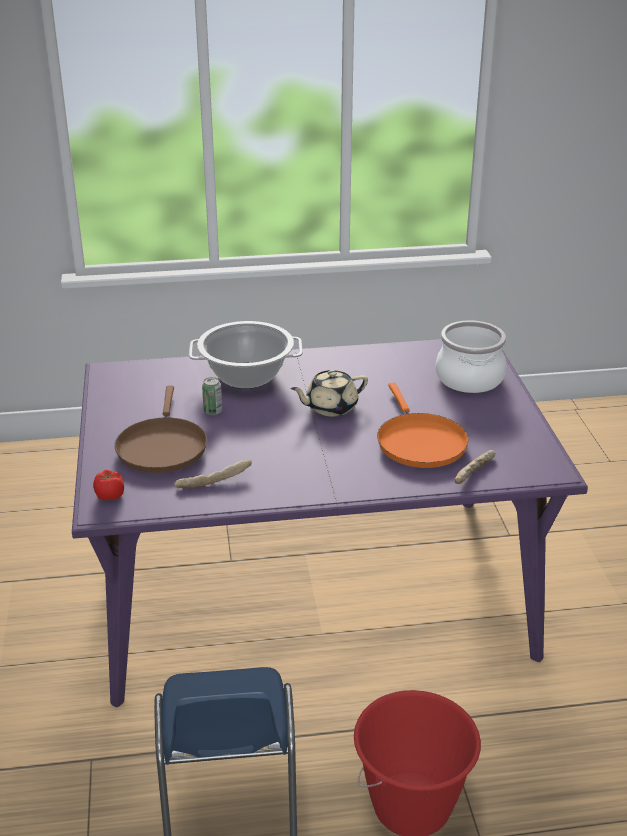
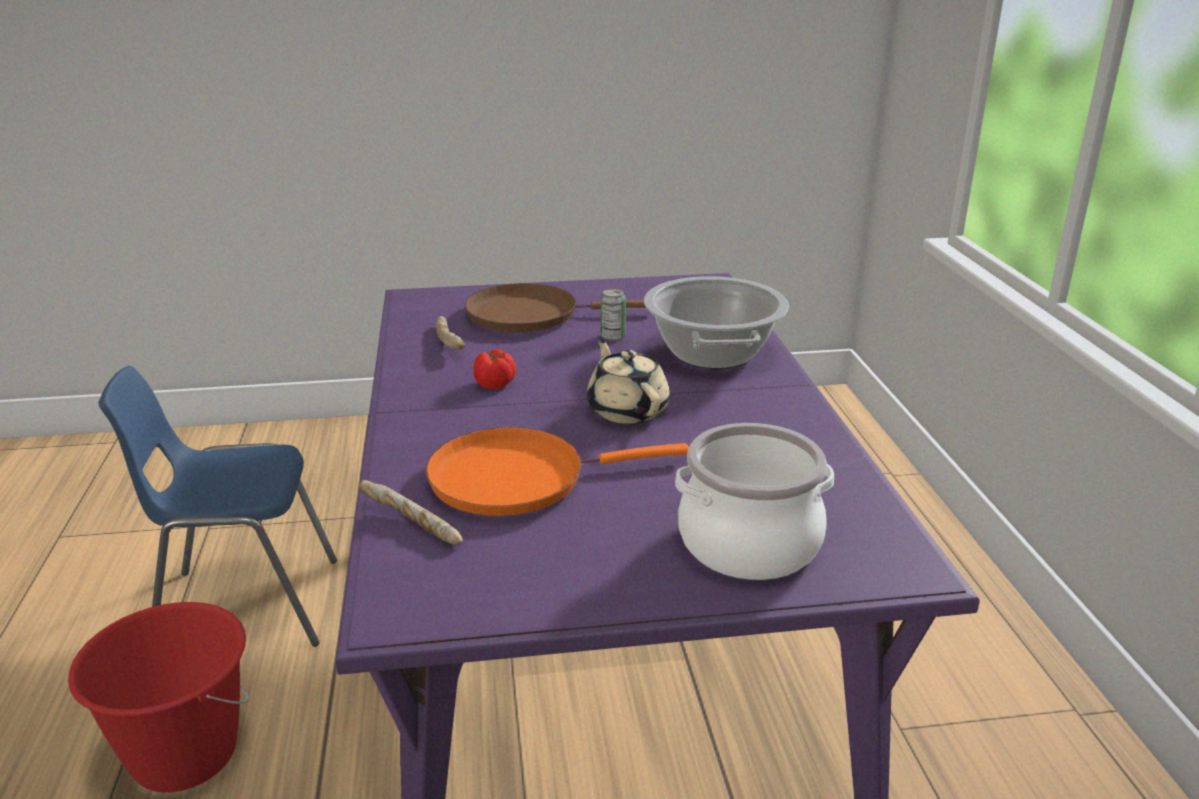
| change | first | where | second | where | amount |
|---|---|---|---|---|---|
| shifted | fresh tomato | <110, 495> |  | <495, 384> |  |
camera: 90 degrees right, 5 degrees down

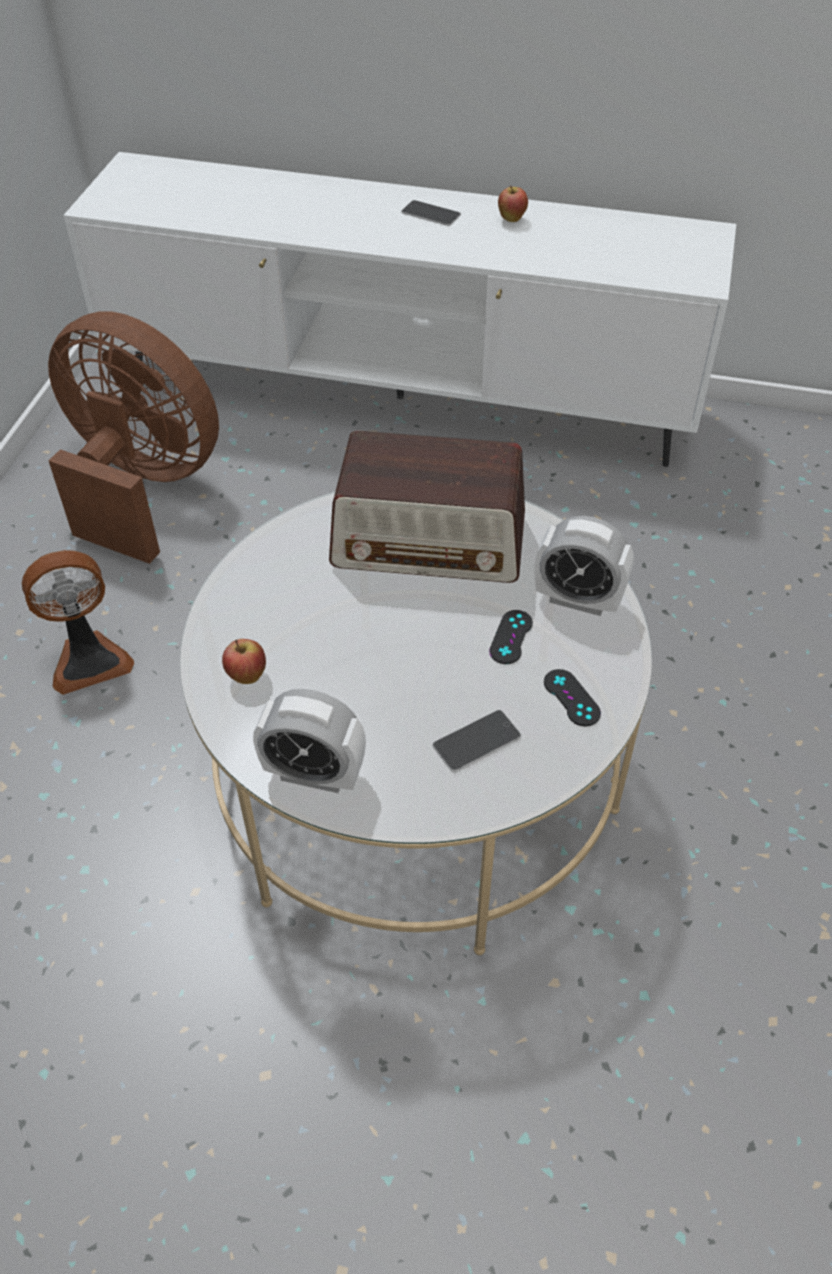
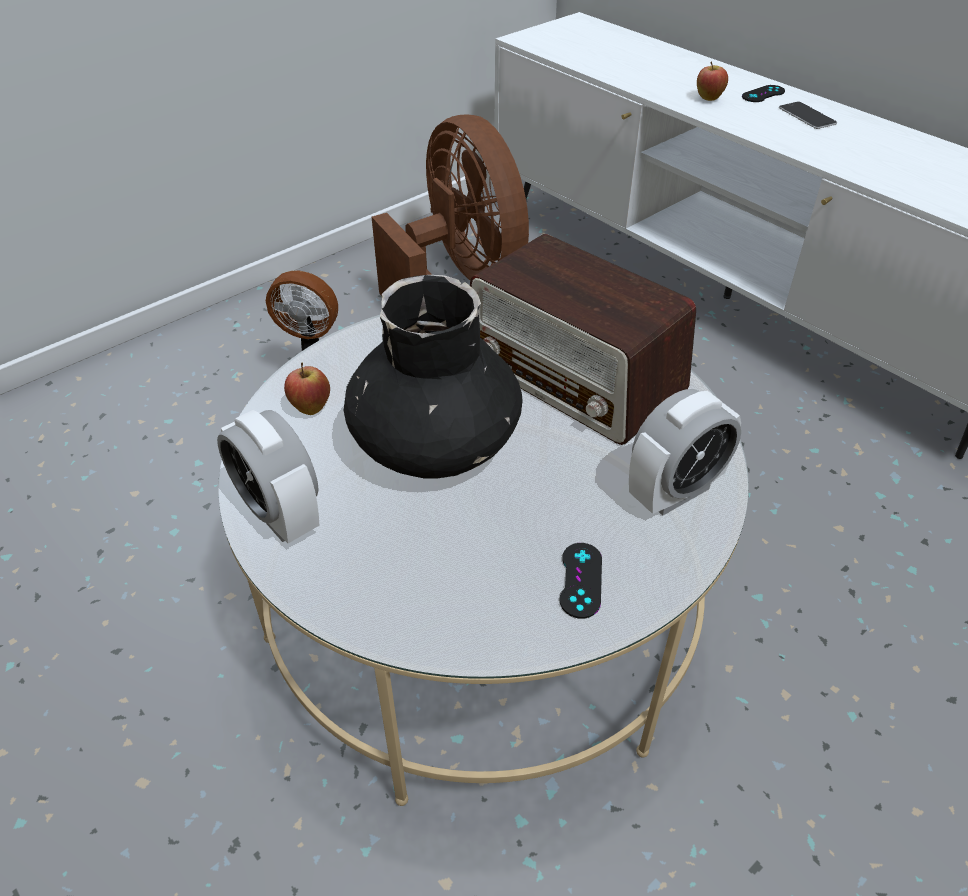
| change | first | where | second | where | amount |
|---|---|---|---|---|---|
| shifted | whole apple | <511, 220> |  | <708, 99> |  |
| rotated | alarm clock | <578, 599> |  | <675, 492> | 90 degrees counterclockwise |
| shifted | gamepad in blackish | <511, 637> |  | <763, 94> |  |
| gone | phone | <476, 741> |  |  |  |
| new |  |  | flower vase in blackish | <435, 444> |  |
camera: 35 degrees right, 5 degrees down

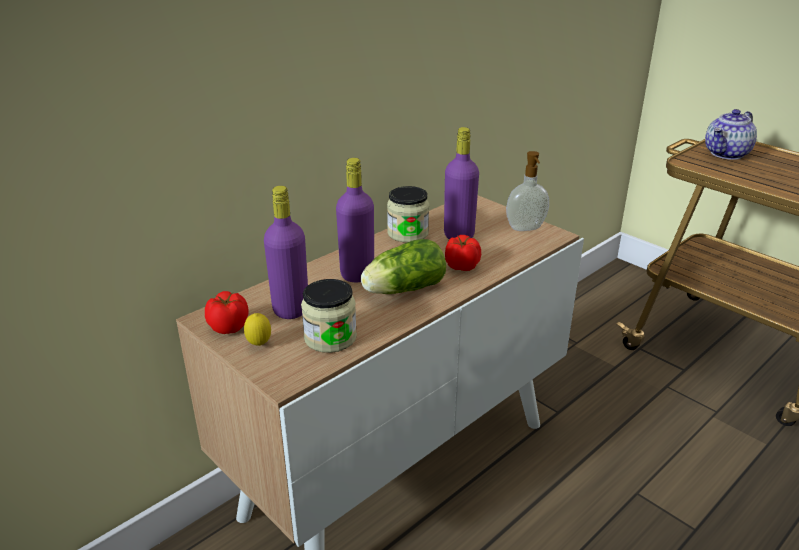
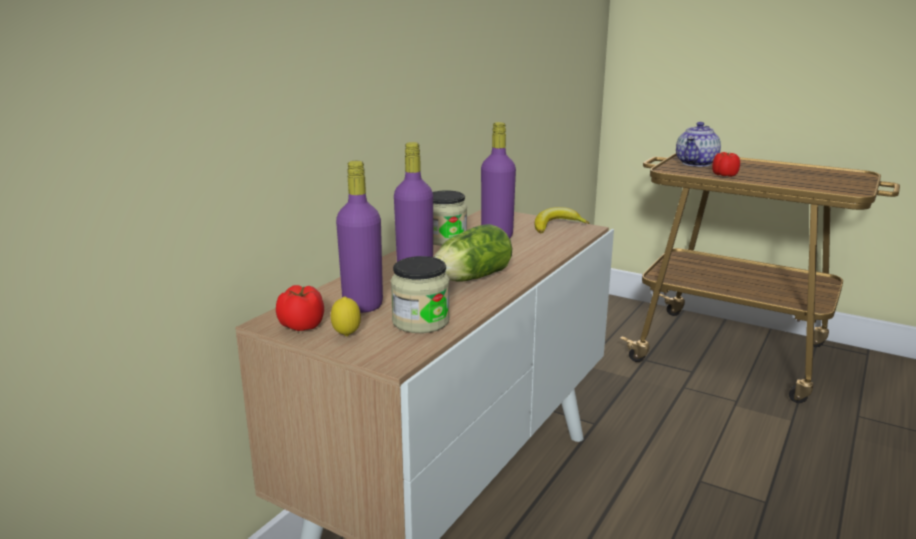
| change | first | where | second | where | amount |
|---|---|---|---|---|---|
| swapped | liquid soap bottle | <526, 228> | banana fruit | <557, 226> |  |
| shifted | fresh tomato | <461, 266> |  | <724, 175> |  |
camera: 15 degrees left, 10 degrees down

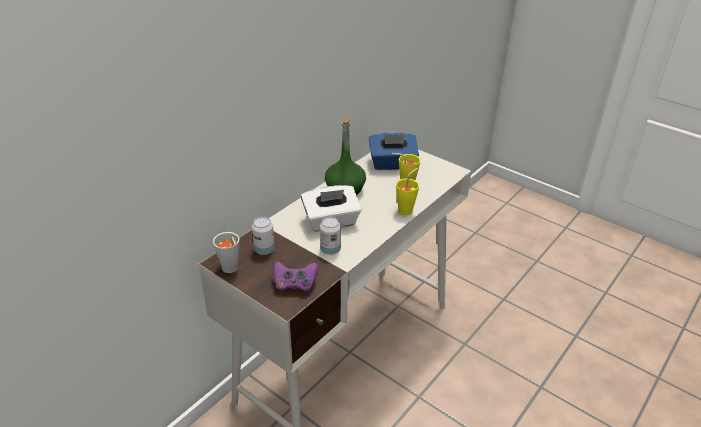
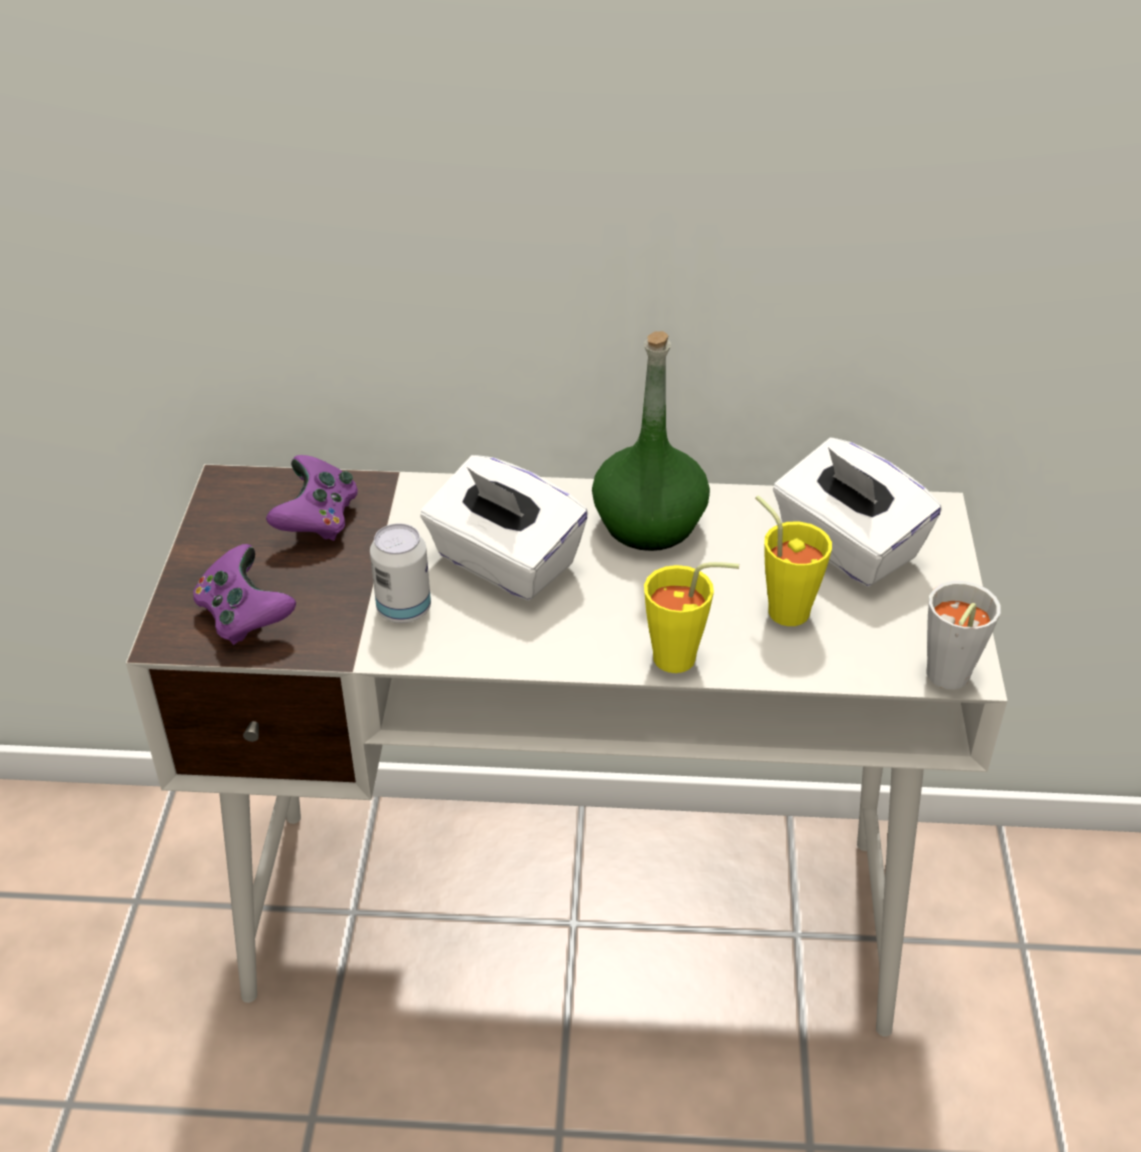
| change | first | where | second | where | amount |
|---|---|---|---|---|---|
| repainted | box of tissues in blue-coloured | <392, 164> | box of tissues in white-coloured | <846, 547> |  |
| swapped | can | <264, 250> | gamepad in purple-coloured | <317, 520> |  |
| shifted | small cup in greyish | <230, 270> |  | <944, 680> |  |
camera: 55 degrees right, 5 degrees up

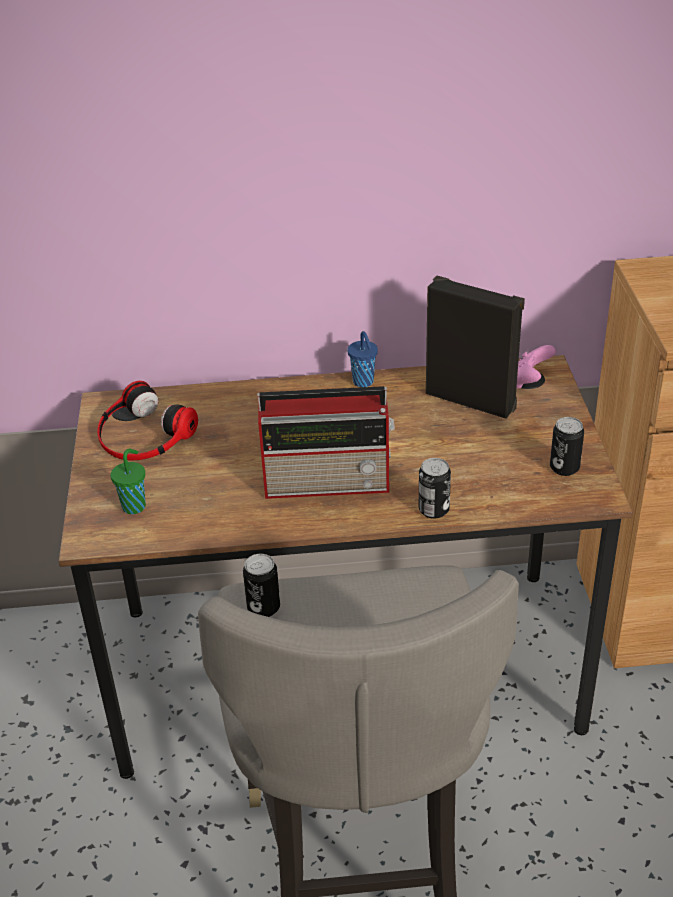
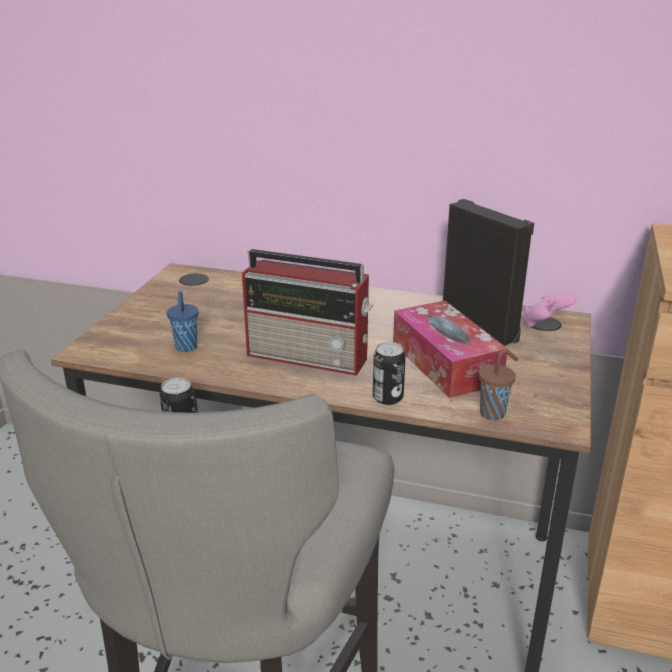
| change | first | where | second | where | amount |
|---|---|---|---|---|---|
| shifted | small cup in blue-coloured | <364, 382> |  | <186, 348> |  |
| gone | headset | <143, 434> |  |  |  |
| gone | can | <564, 468> |  |  |  |
| gone | small cup in green-coloured | <135, 506> |  |  |  |
| new |  |  | box of tissues | <445, 363> |  |
| new |  |  | small cup in brownish | <494, 413> |  |
camera: 20 degrees right, 10 degrees down

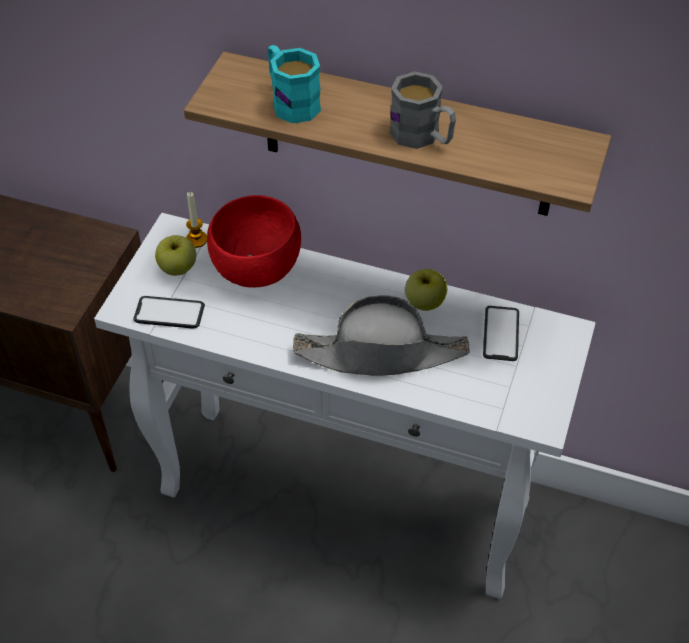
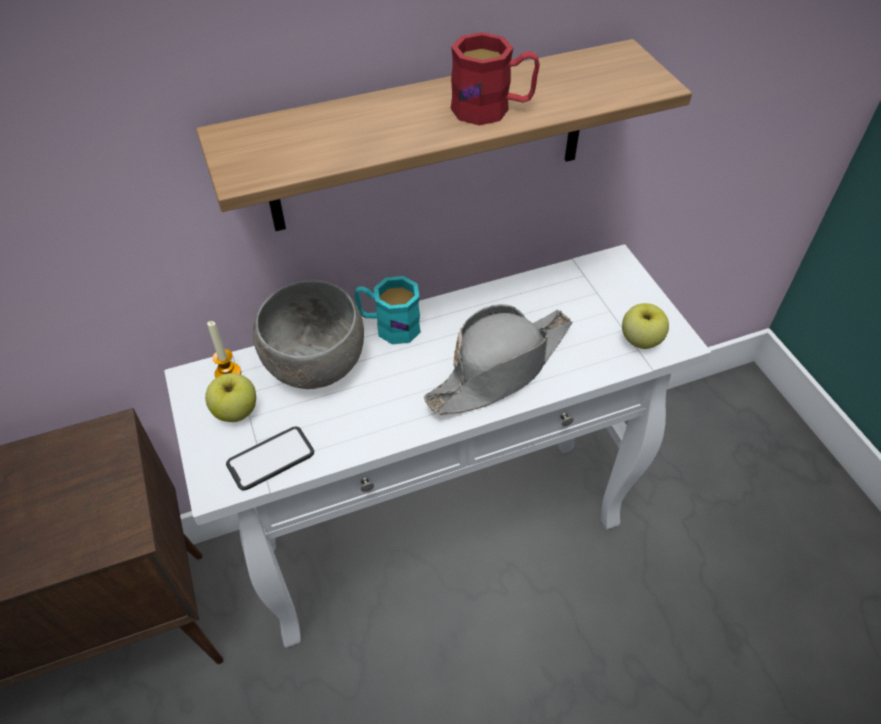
| change | first | where | second | where | amount |
|---|---|---|---|---|---|
| shifted | coffee mug in turquoise | <290, 101> |  | <389, 325> |  |
| repainted | coffee mug in greyish | <422, 137> | coffee mug in red | <492, 109> |  |
| repainted | bowl in red | <255, 268> | bowl in greyish | <313, 365> |  |
| shifted | whole apple | <424, 302> |  | <640, 340> |  |
| gone | phone | <501, 334> |  |  |  |
camera: 40 degrees left, 0 degrees up

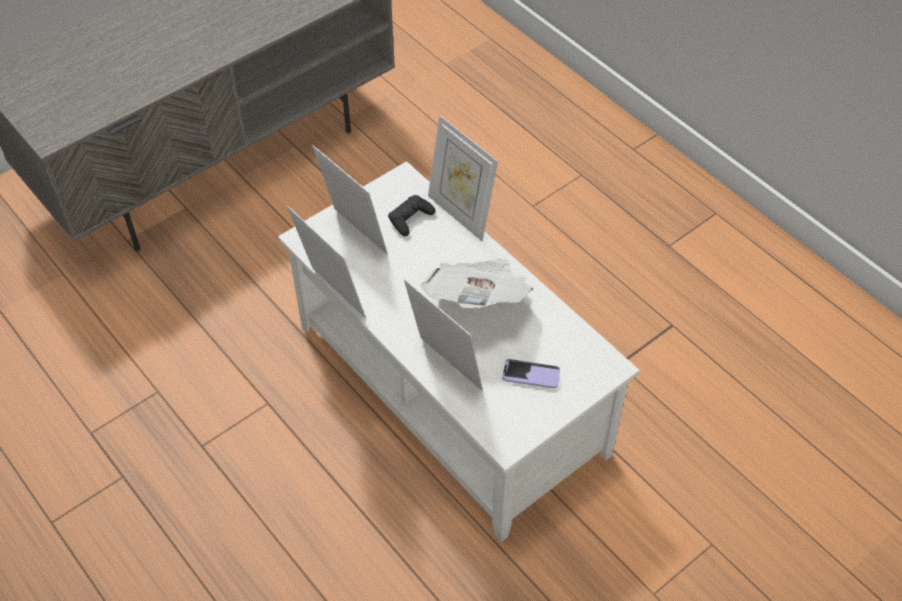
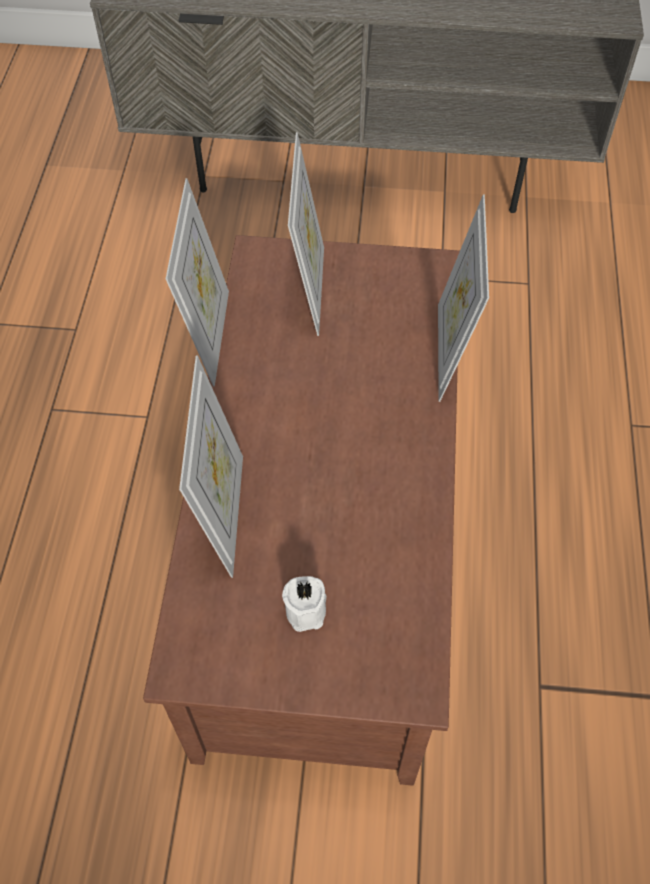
| change | first | where | second | where | amount |
|---|---|---|---|---|---|
| repainted | low table in white-coloured | <448, 390> | low table in brownish | <321, 549> |  |
| gone | gamepad in blackish | <410, 219> |  |  |  |
| gone | printed paper | <478, 300> |  |  |  |
| swapped | phone | <531, 375> | wax candle in white-coloured | <307, 609> |  |
camera: 45 degrees right, 5 degrees up

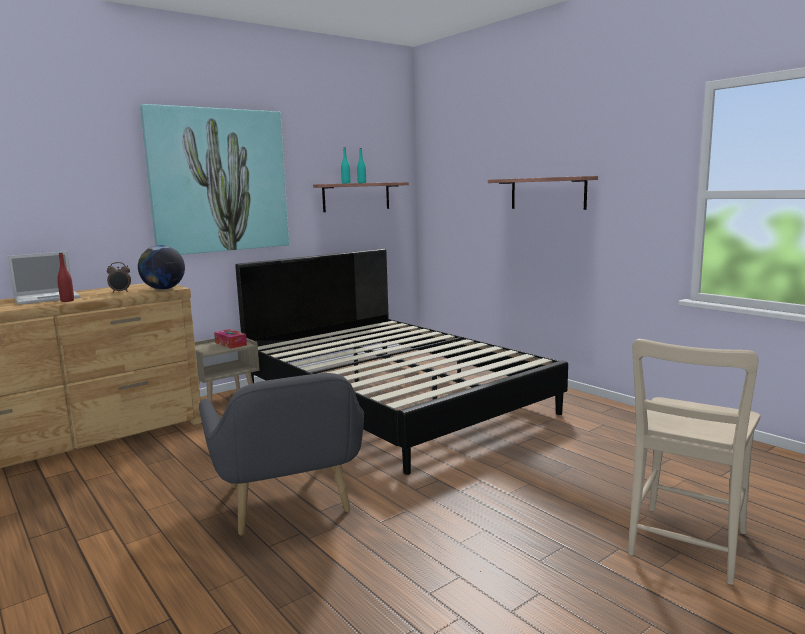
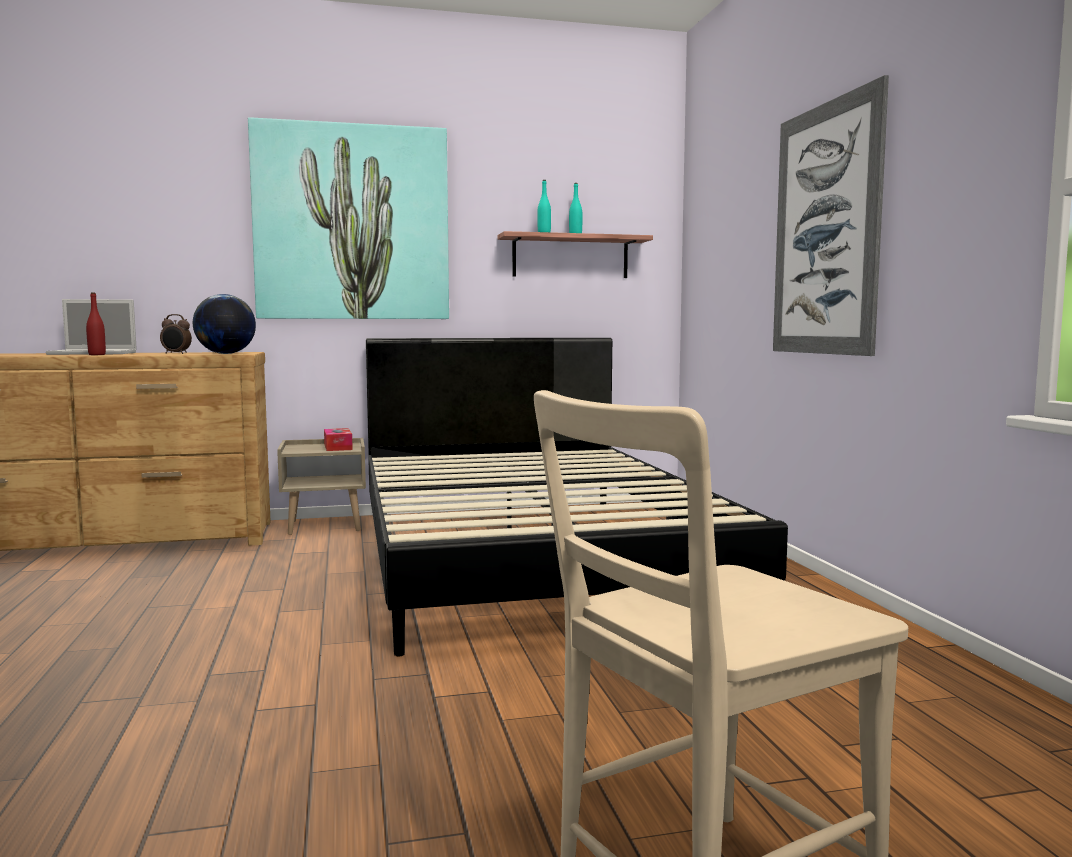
| change | first | where | second | where | amount |
|---|---|---|---|---|---|
| swapped | shelf | <547, 193> | wall art | <825, 230> |  |
| gone | armchair in greyish | <287, 504> |  |  |  |
camera: 25 degrees right, 5 degrees down

